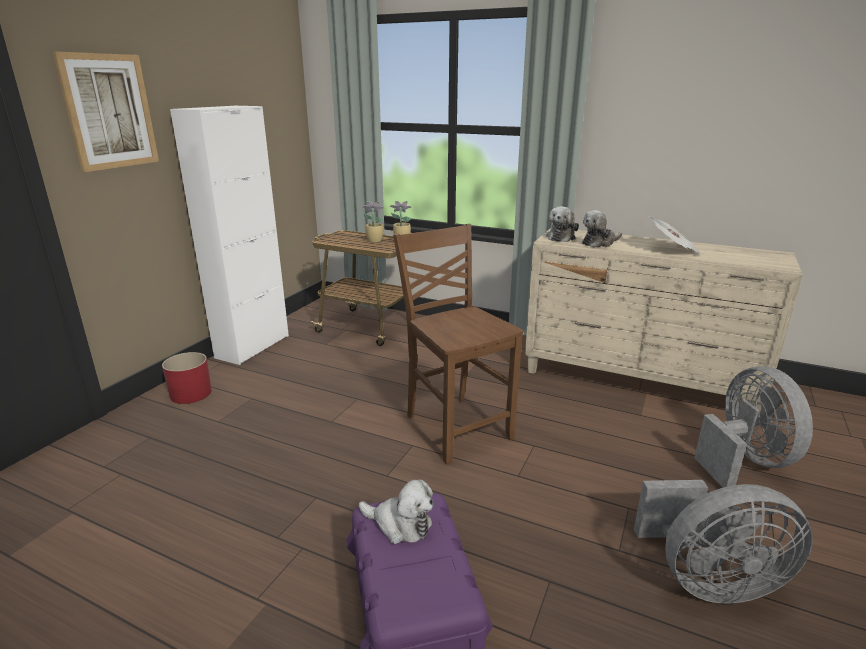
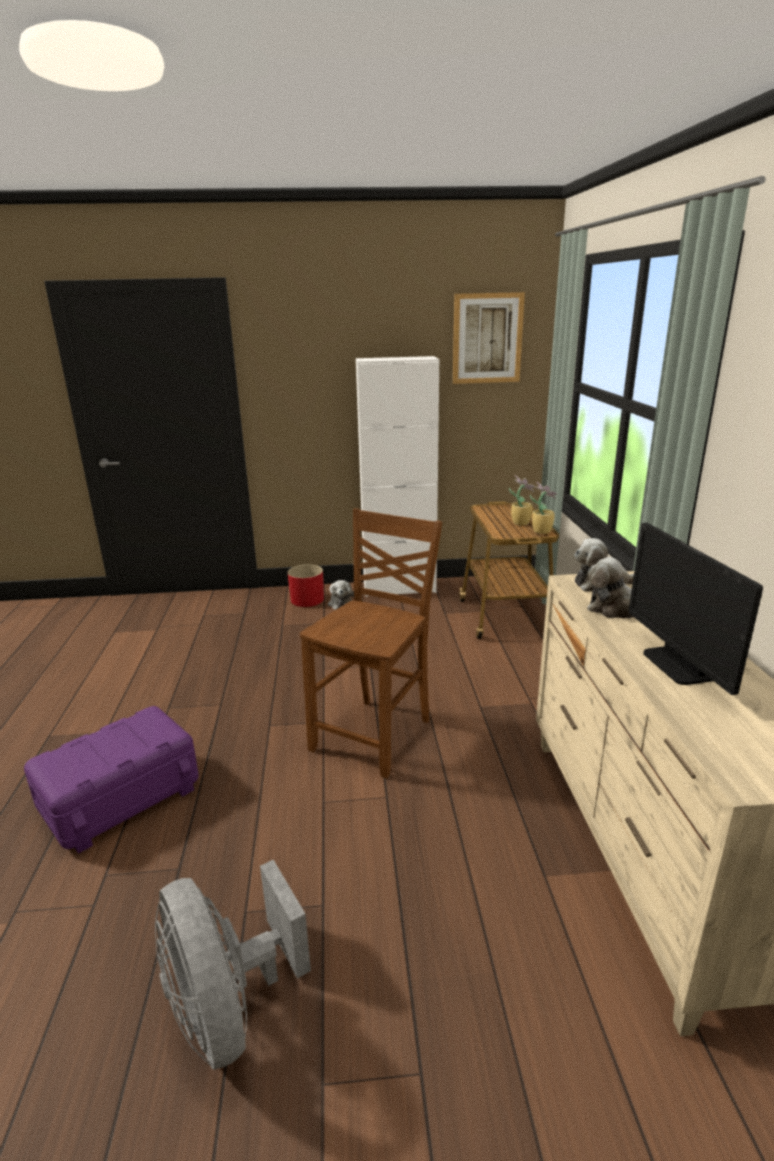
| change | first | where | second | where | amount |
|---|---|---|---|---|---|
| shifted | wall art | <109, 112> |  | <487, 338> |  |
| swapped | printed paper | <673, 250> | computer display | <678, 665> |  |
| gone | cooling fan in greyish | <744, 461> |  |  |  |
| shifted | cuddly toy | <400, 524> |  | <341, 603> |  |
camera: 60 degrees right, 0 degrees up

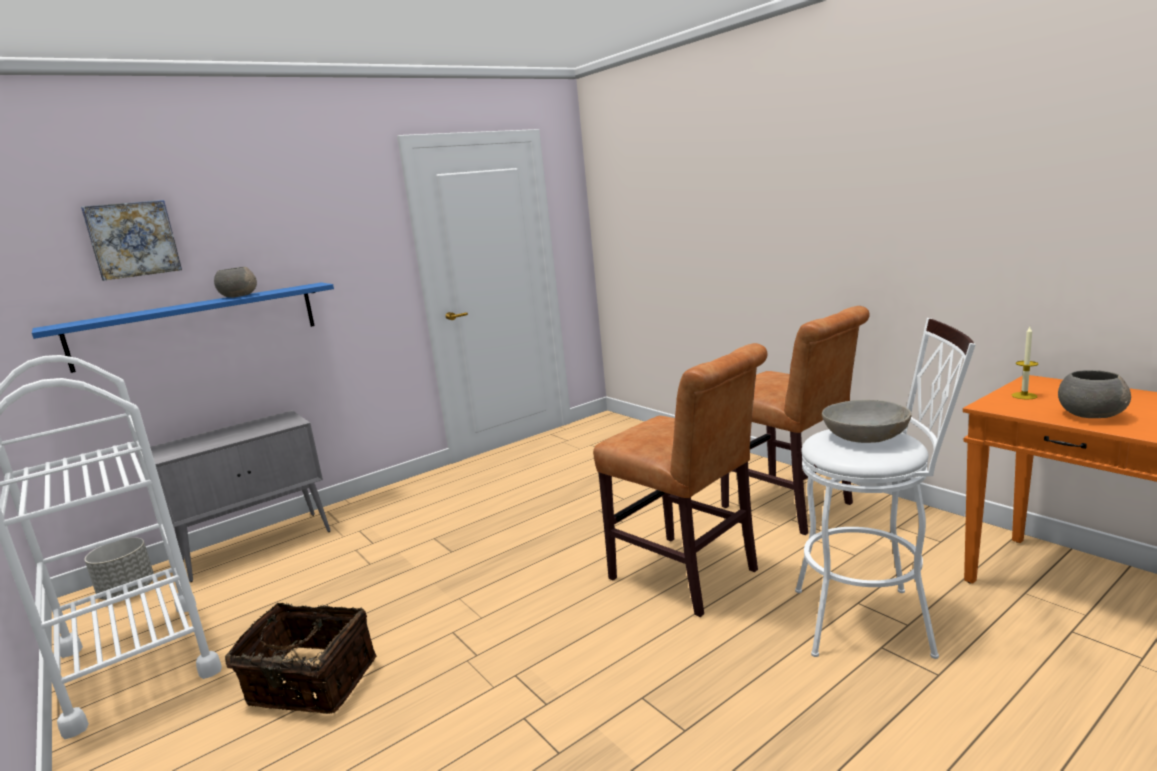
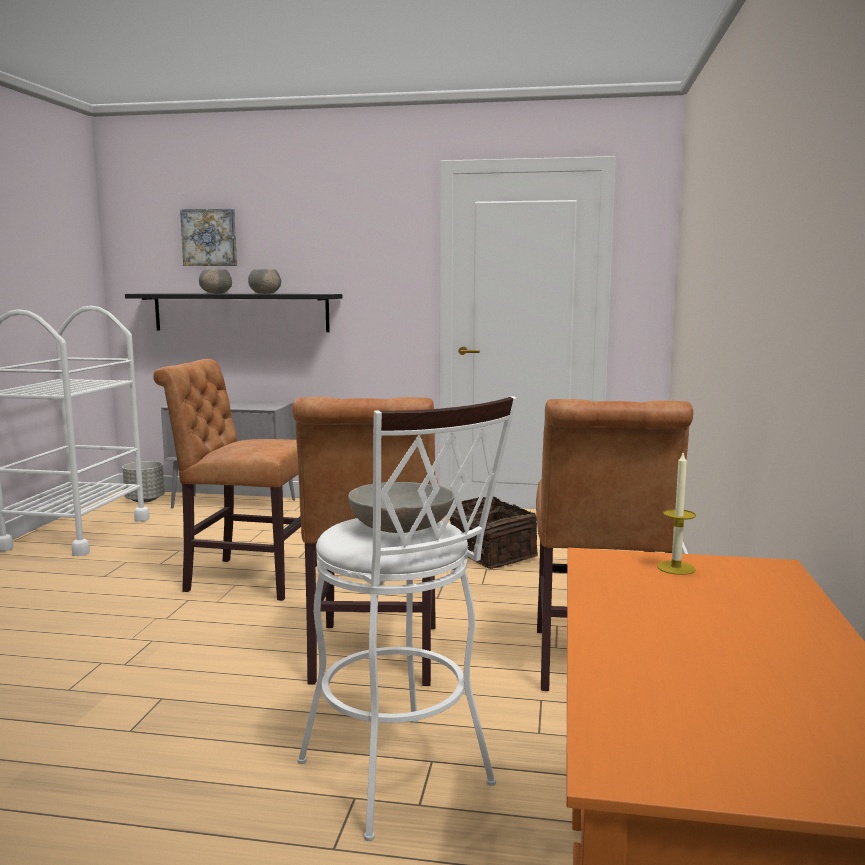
| change | first | where | second | where | amount |
|---|---|---|---|---|---|
| repainted | shelf in blue-coloured | <197, 325> | shelf in blackish | <241, 312> |  |
| shifted | bowl in greyish | <1089, 415> |  | <216, 293> |  |
| shifted | household basket | <310, 685> |  | <490, 554> |  |
| new |  |  | plain chair in brownish | <245, 578> |  |
camera: 45 degrees right, 5 degrees down

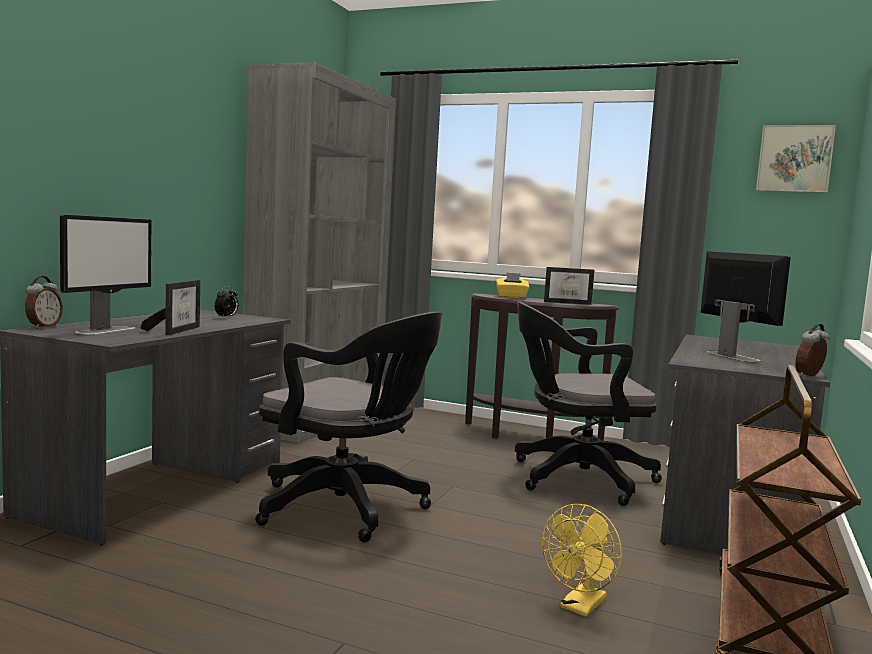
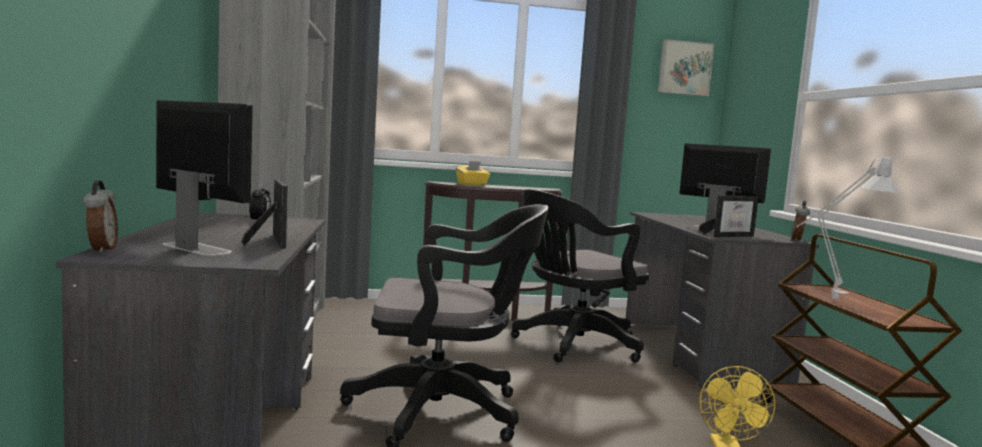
| change | first | where | second | where | amount |
|---|---|---|---|---|---|
| rotated | computer display | <106, 330> |  | <196, 248> | 45 degrees counterclockwise |
| shifted | picture frame | <567, 303> |  | <730, 236> |  |
| new |  |  | tabletop lamp in greyish | <828, 299> |  |
camera: 30 degrees left, 0 degrees up

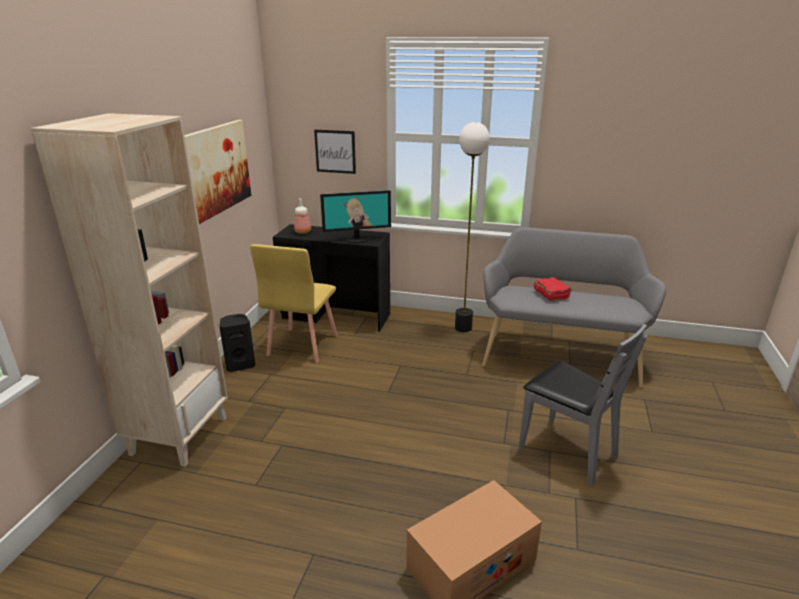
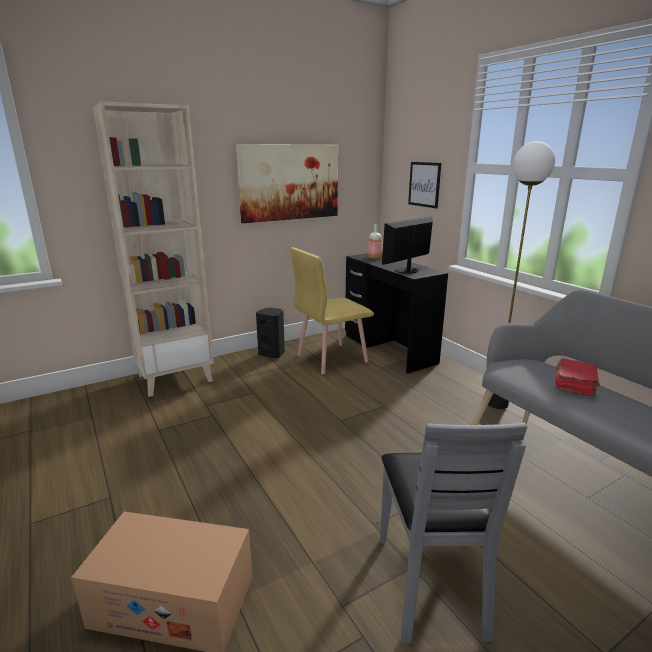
| change | first | where | second | where | amount |
|---|---|---|---|---|---|
| rotated | computer display | <357, 239> |  | <407, 270> | 105 degrees clockwise |
camera: 45 degrees right, 5 degrees down

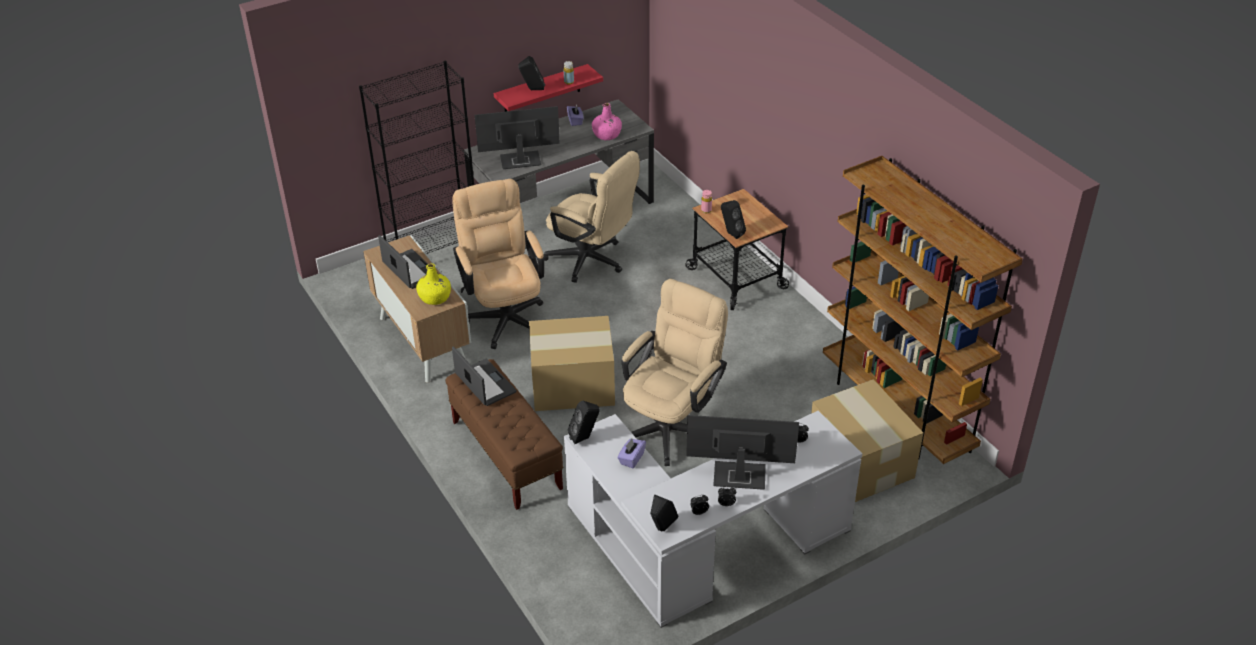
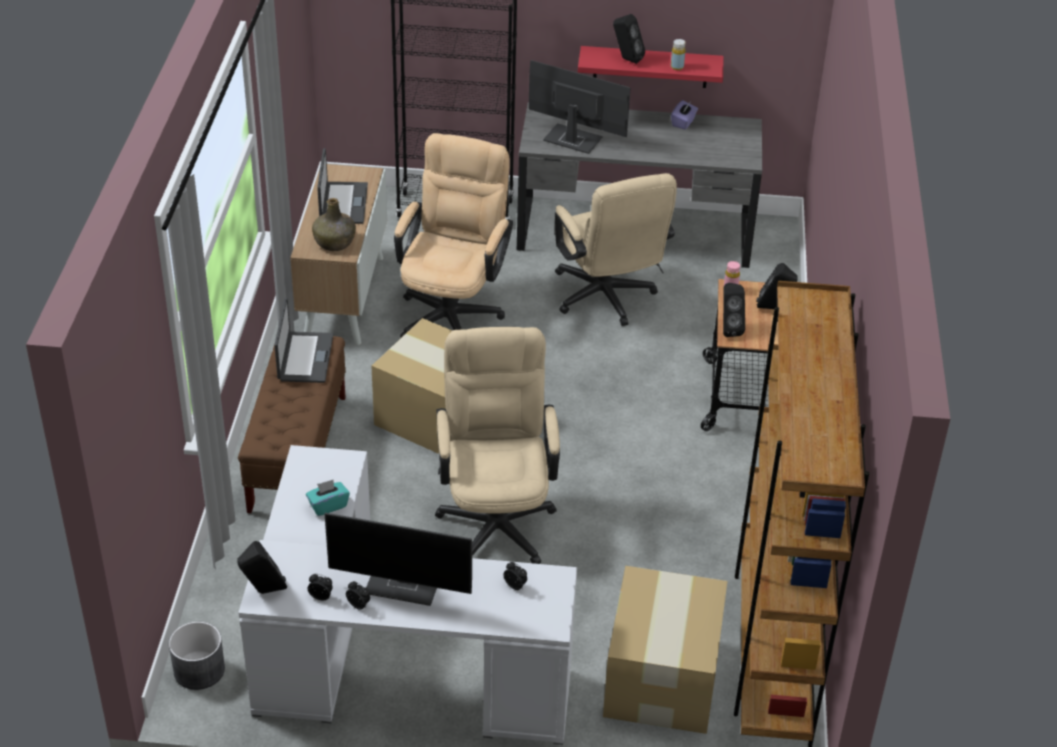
| change | first | where | second | where | amount |
|---|---|---|---|---|---|
| gone | beverage bottle in pink | <607, 135> |  |  |  |
| repainted | beverage bottle in yellowish | <435, 297> | beverage bottle in green-coloured | <335, 242> |  |
| rotated | desk chair in sand-coloured | <671, 425> |  | <496, 517> | 75 degrees counterclockwise |
| shifted | loudspeaker in blackish | <585, 438> |  | <774, 308> |  |
| rotated | computer display | <738, 476> |  | <405, 585> | 150 degrees clockwise |
| repainted | box of tissues in purple-coloured | <631, 459> | box of tissues in turquoise | <328, 505> |  |
| new |  |  | planter in greyish | <198, 670> |  |
camera: 35 degrees right, 0 degrees up

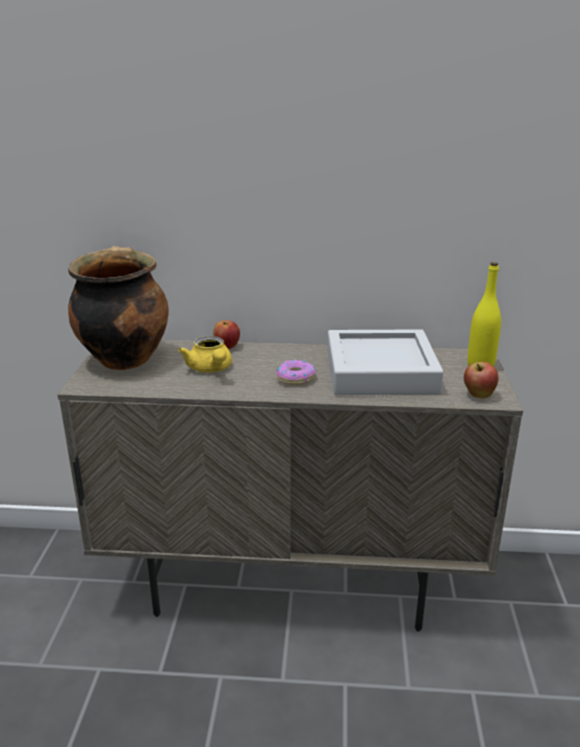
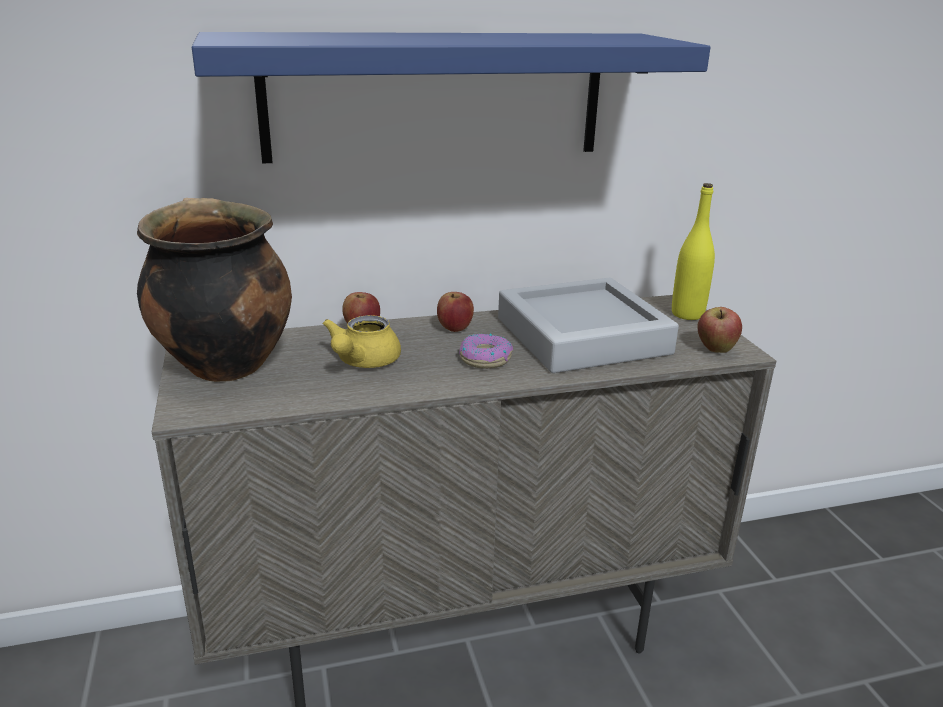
| change | first | where | second | where | amount |
|---|---|---|---|---|---|
| rotated | teapot in yellowish | <210, 369> |  | <362, 362> | 60 degrees clockwise |
| new |  |  | shelf in blue-coloured | <435, 96> |  |
| new |  |  | whole apple | <455, 328> |  |
camera: 20 degrees left, 0 degrees up

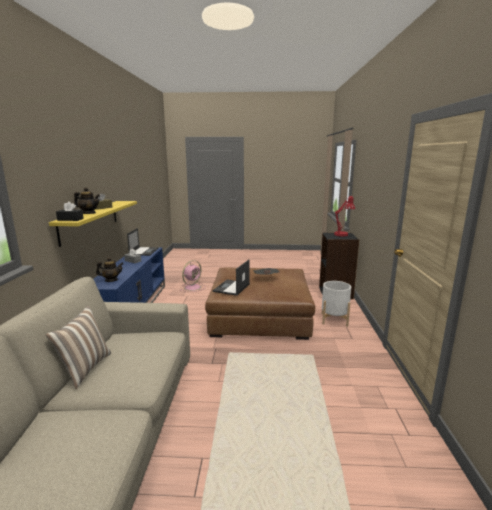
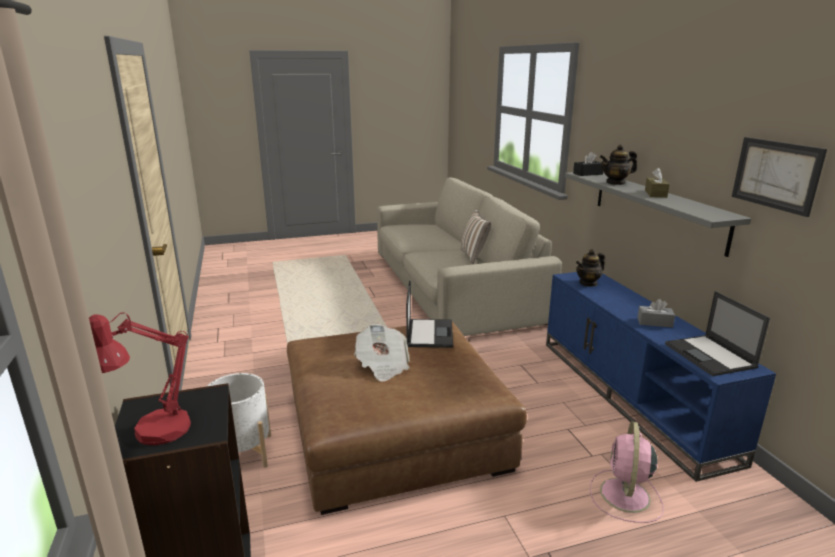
| change | first | where | second | where | amount |
|---|---|---|---|---|---|
| repainted | shelf in yellowish | <90, 221> | shelf in greyish | <656, 209> |  |
| new |  |  | wall art | <776, 174> |  |
camera: 160 degrees right, 5 degrees up

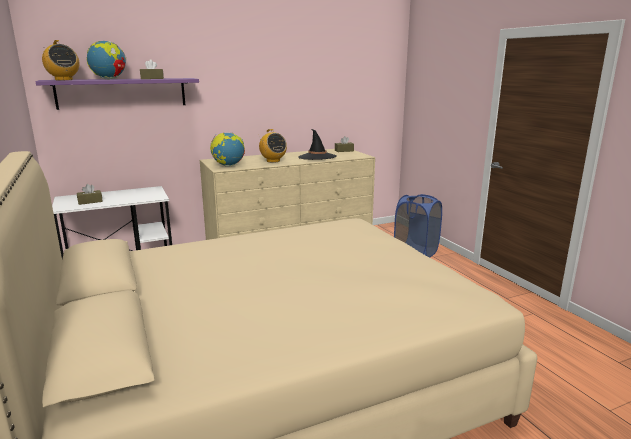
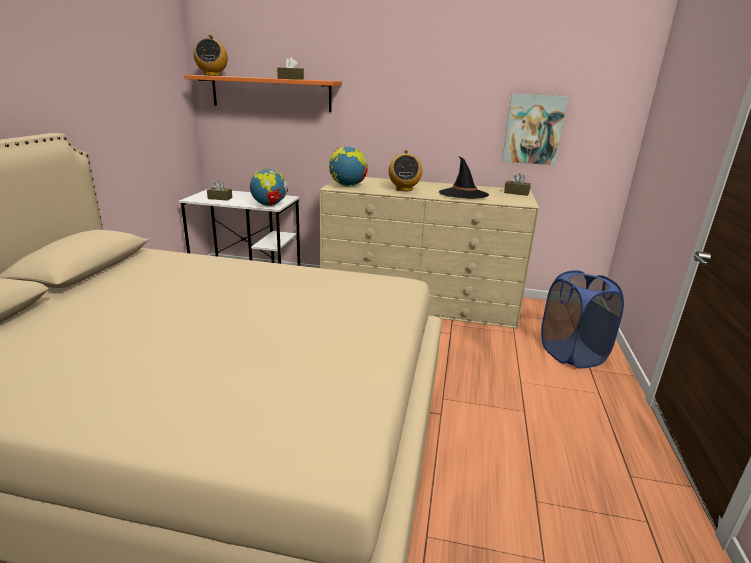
| change | first | where | second | where | amount |
|---|---|---|---|---|---|
| shifted | globe | <109, 79> |  | <269, 205> |  |
| repainted | shelf in purple-coloured | <122, 93> | shelf in orange | <271, 93> |  |
| new |  |  | wall art | <533, 129> |  |
camera: 35 degrees right, 5 degrees up

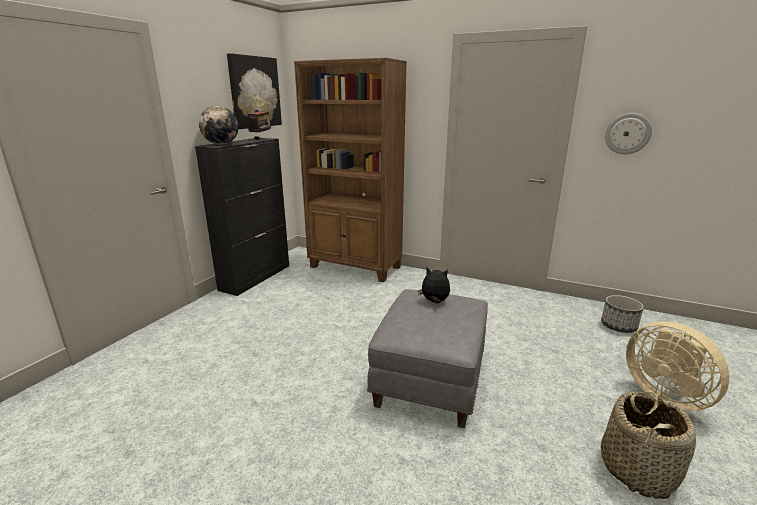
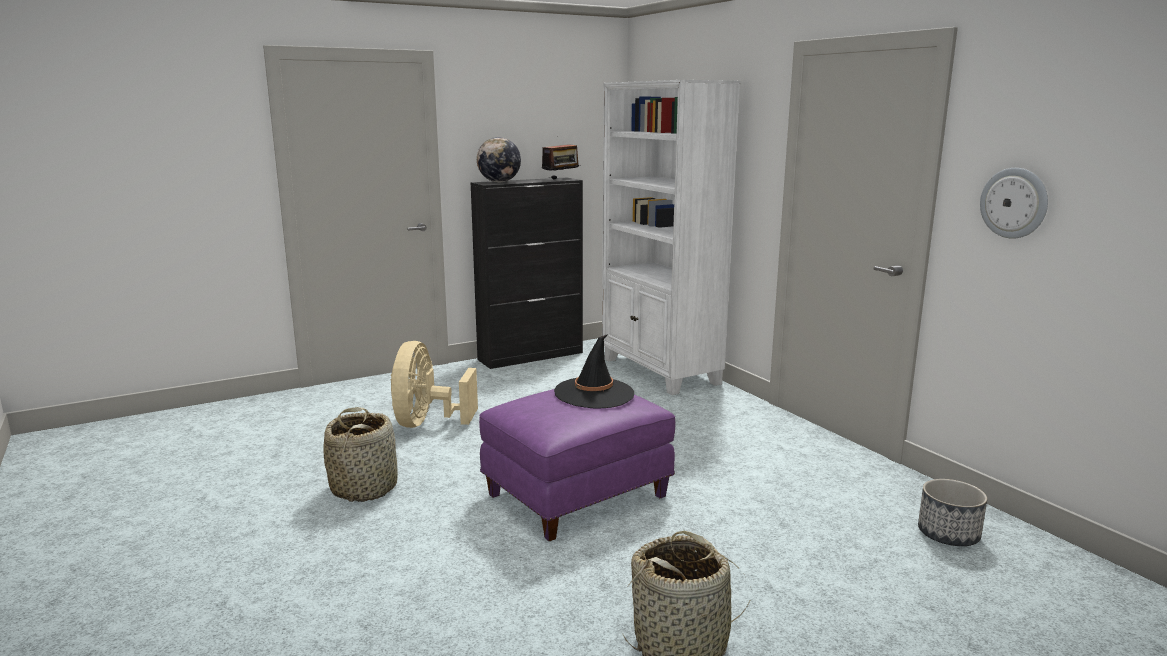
| change | first | where | second | where | amount |
|---|---|---|---|---|---|
| gone | wall art | <254, 92> |  |  |  |
| repainted | shelving unit in brownish | <355, 267> | shelving unit in white-coloured | <660, 372> |  |
| swapped | cuddly toy | <434, 302> | hat in blackish | <594, 393> |  |
| repainted | footrest in greyish | <429, 379> | footrest in purple-coloured | <577, 494> |  |
| shifted | cooling fan in sand-coloured | <665, 395> |  | <427, 423> |  |
| new |  |  | household basket | <364, 488> |  |
camera: 35 degrees right, 5 degrees down

